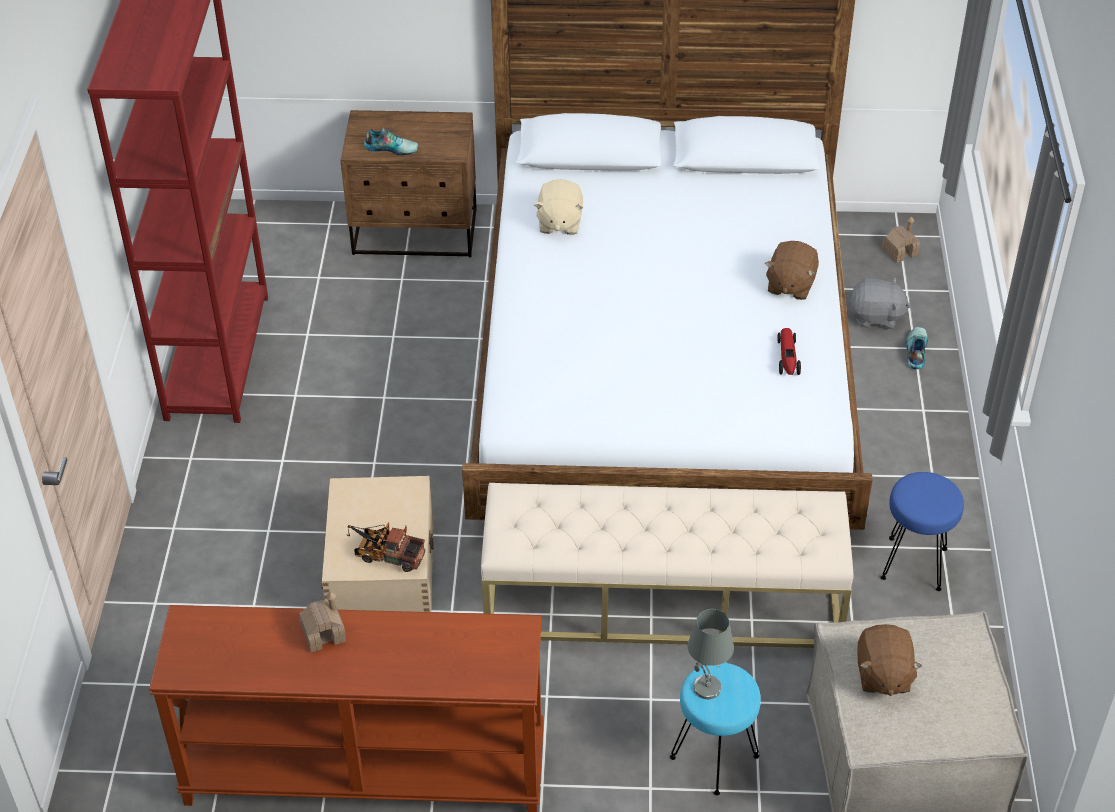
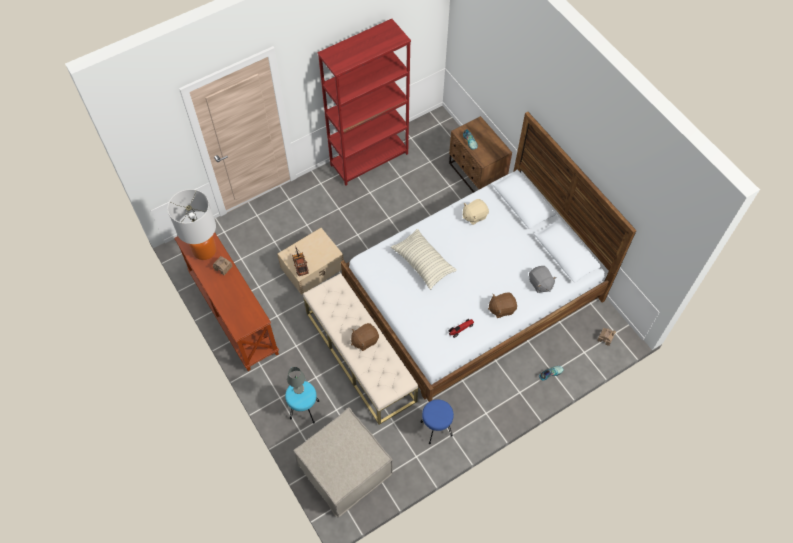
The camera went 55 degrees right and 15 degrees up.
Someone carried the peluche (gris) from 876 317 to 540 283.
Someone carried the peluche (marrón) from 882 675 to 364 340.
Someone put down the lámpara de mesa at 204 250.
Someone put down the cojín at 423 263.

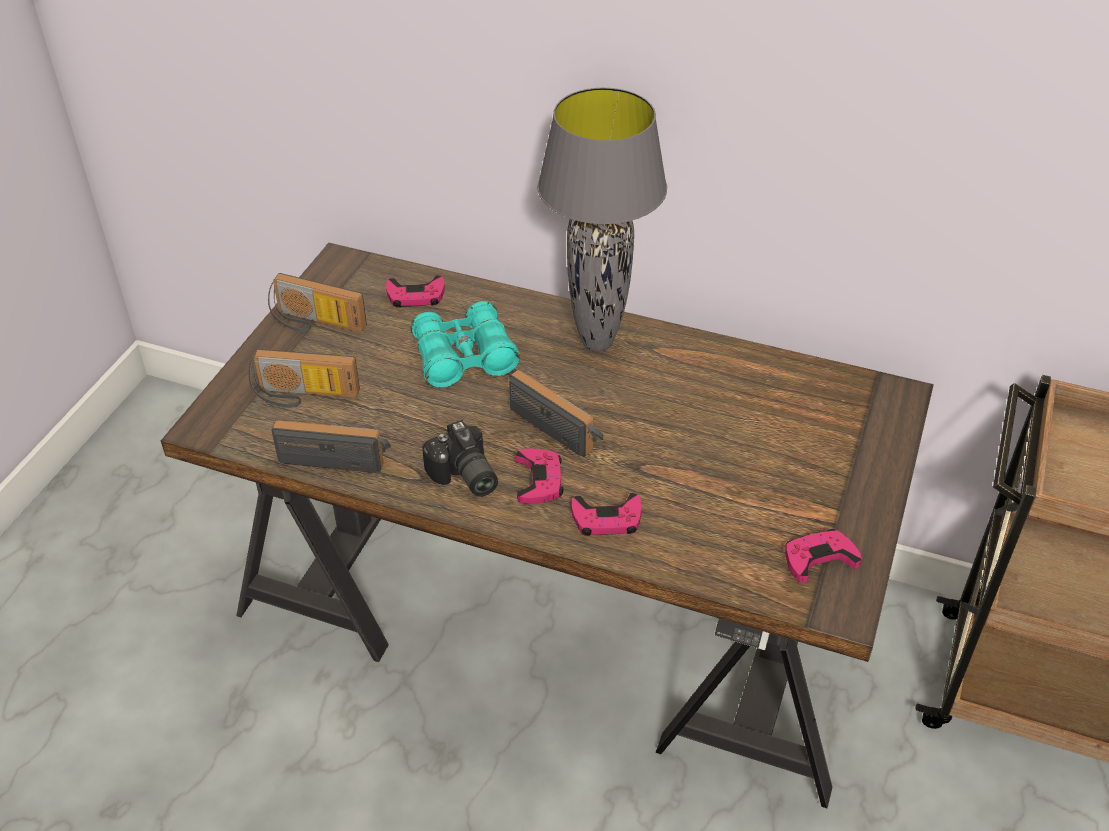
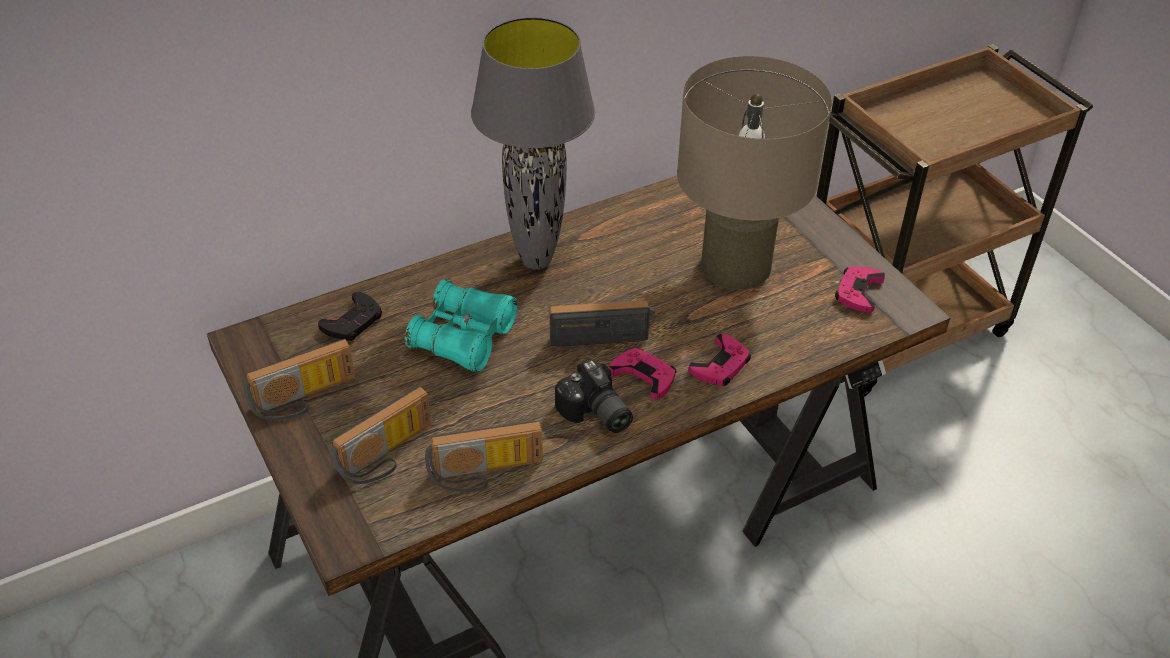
The camera went 50 degrees left and 0 degrees up.
Someone repainted the mando de consola (rosa) at 416 296, which became the mando de consola (negro) at 353 322.
Someone rotated the cámara at 463 477 by 45 degrees clockwise.
Someone rotated the radio at 337 456 by 150 degrees counterclockwise.
Someone put down the lámpara de mesa (beis) at 736 266.

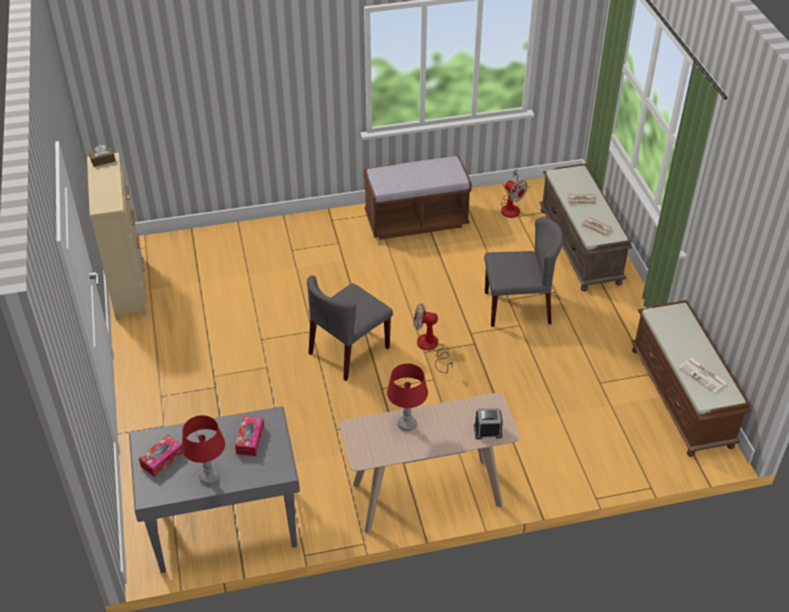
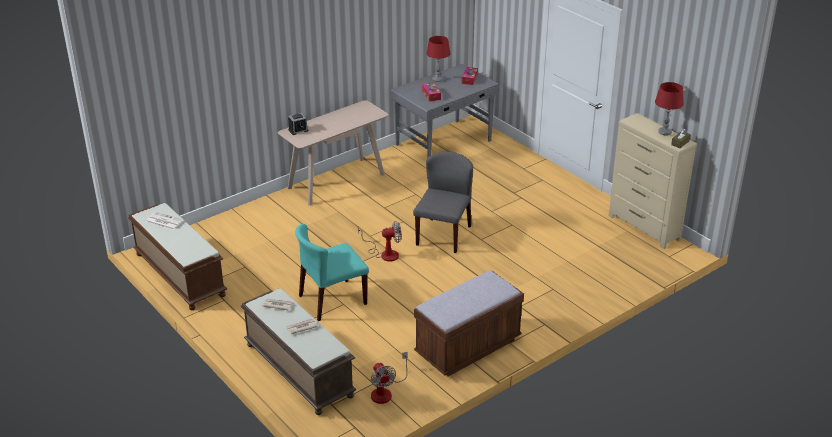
The camera went 155 degrees right and 10 degrees down.
Someone rotated the ventilador at 511 207 by 135 degrees counterclockwise.
Someone repainted the silla (gris) at 518 307, which became the silla (turquesa) at 332 300.
Someone carried the lámpara de mesa (rojo) from 407 424 to 664 132.

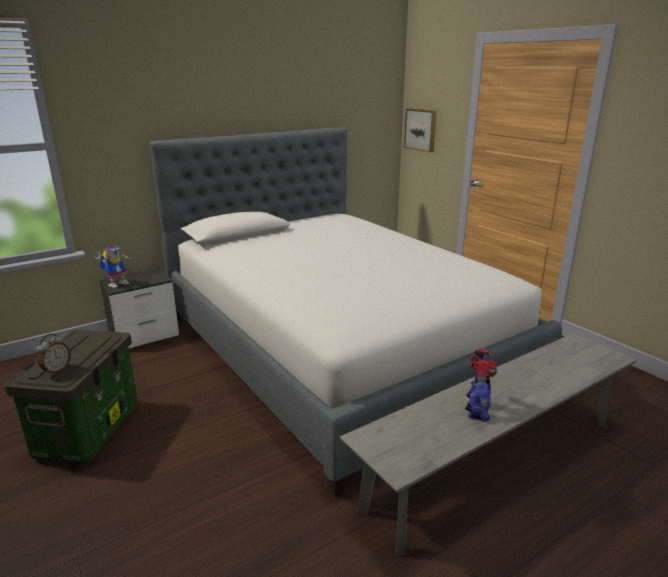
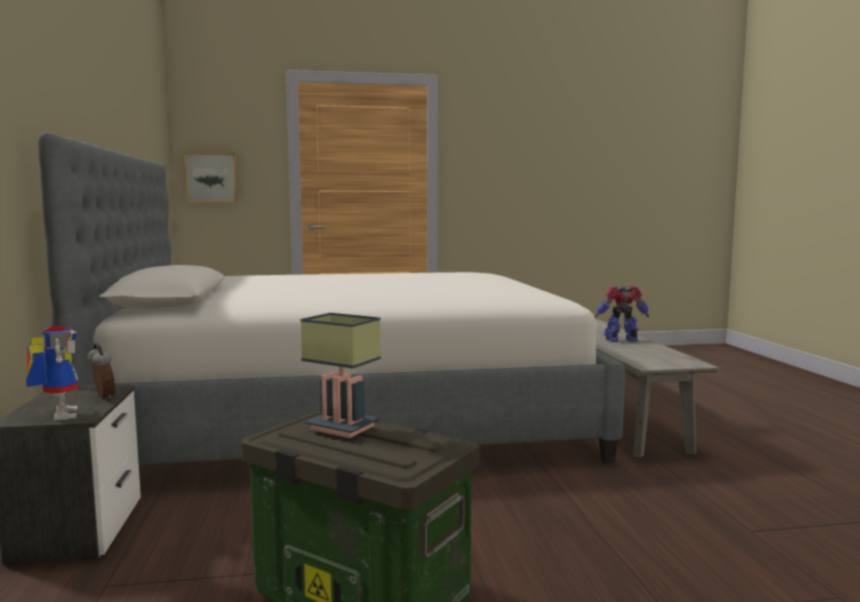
The camera went 65 degrees left and 15 degrees down.
Someone carried the despertador from 56 370 to 102 397.
Someone rotated the robot de juguete at 477 411 by 45 degrees counterclockwise.
Someone put down the lámpara de mesa at 346 427.

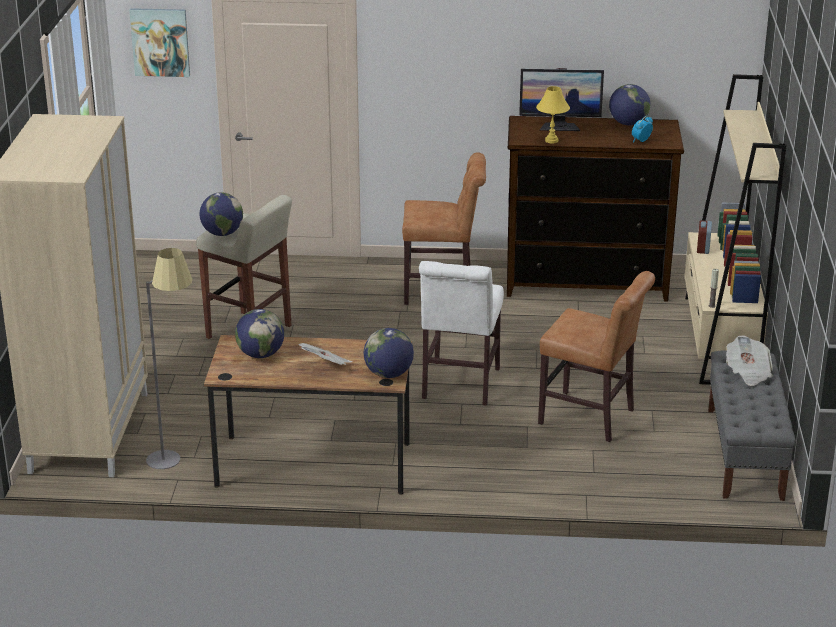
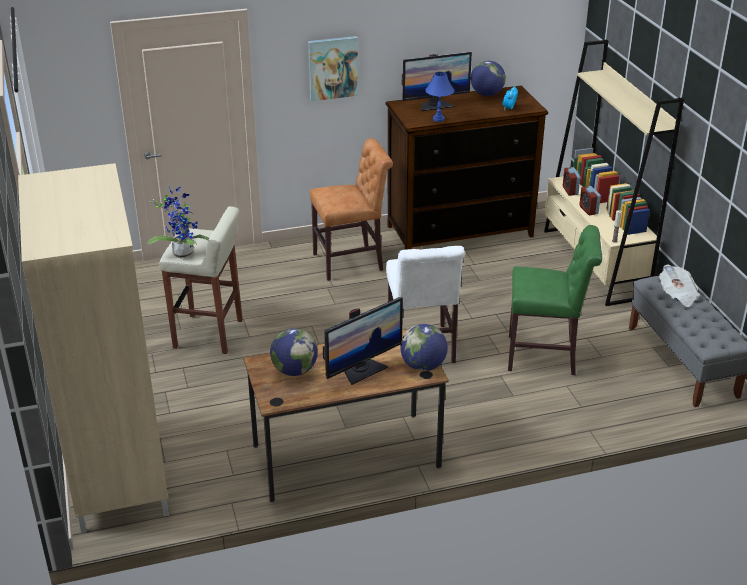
The camera went 20 degrees left and 5 degrees up.
Someone carried the cuadro from 160 42 to 333 68.
Someone repainted the lámpara de mesa (amarillo) at 551 141, which became the lámpara de mesa (azul) at 438 119.
Someone swapped the globo terráqueo at 222 233 for the planta en maceta at 182 252.
Someone took away the lámpara de pie (gris) at 177 463.
Someone repainted the silla (marrón) at 591 418, which became the silla (verde) at 546 356.
Someone swapped the periódico at 326 366 for the monitor at 362 370.
Someone put down the despertador at 588 210.

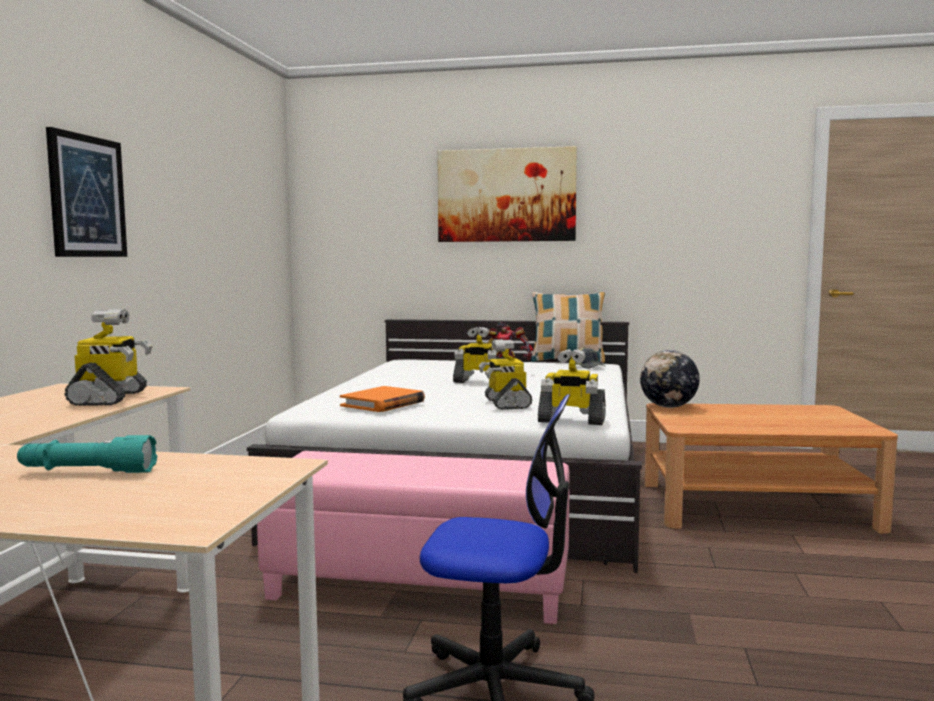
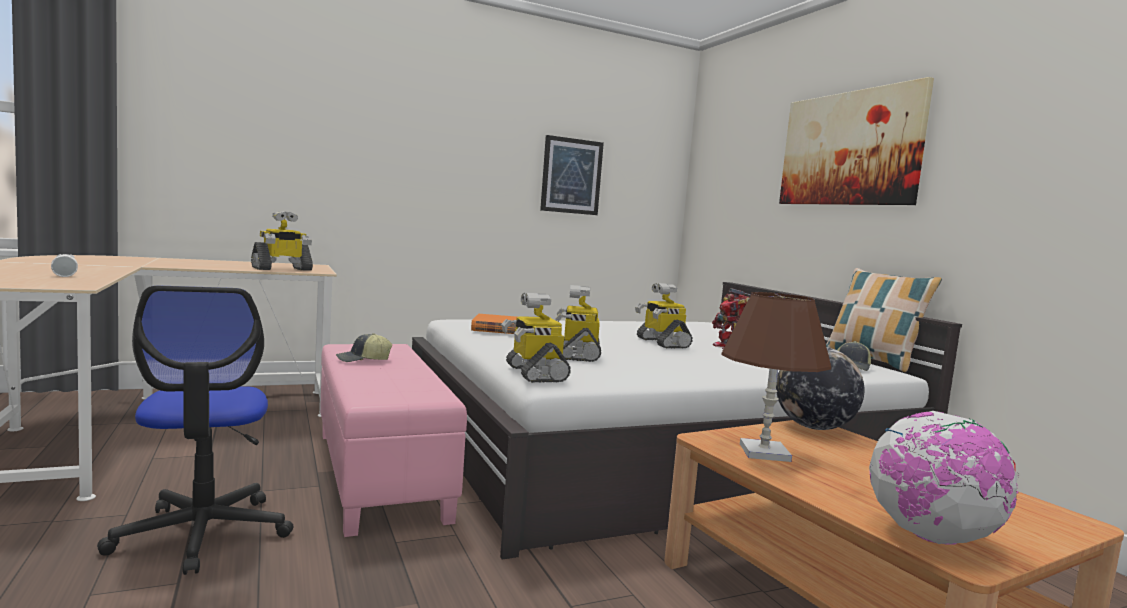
The camera went 55 degrees right and 0 degrees up.
Someone carried the cuadro from 87 196 to 571 176.
Someone rotated the robot de juguete at 506 403 by 45 degrees counterclockwise.
Someone repainted the linterna (turquesa) at 87 472, which became the linterna (blanco) at 65 273.
Someone put down the lámpara de mesa (marrón) at 764 452.
Someone put down the gorra at 363 360.
Someone put down the globo terráqueo at 931 537.

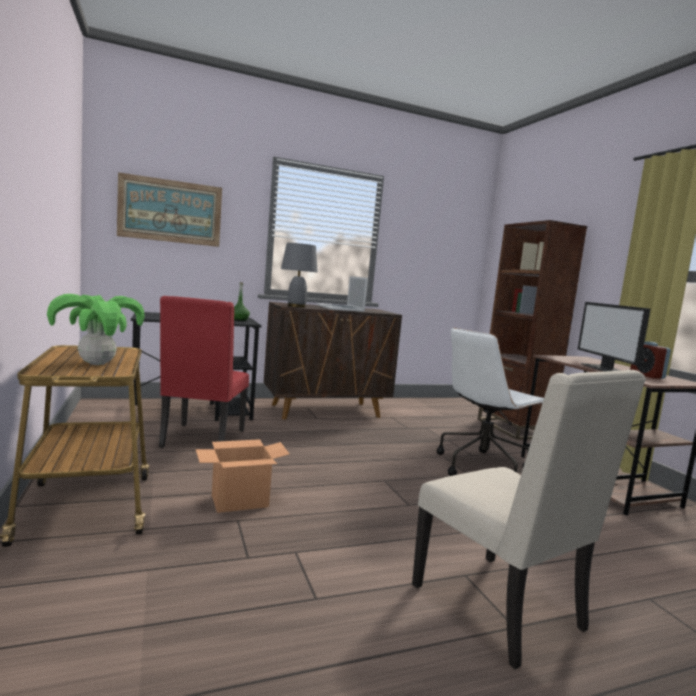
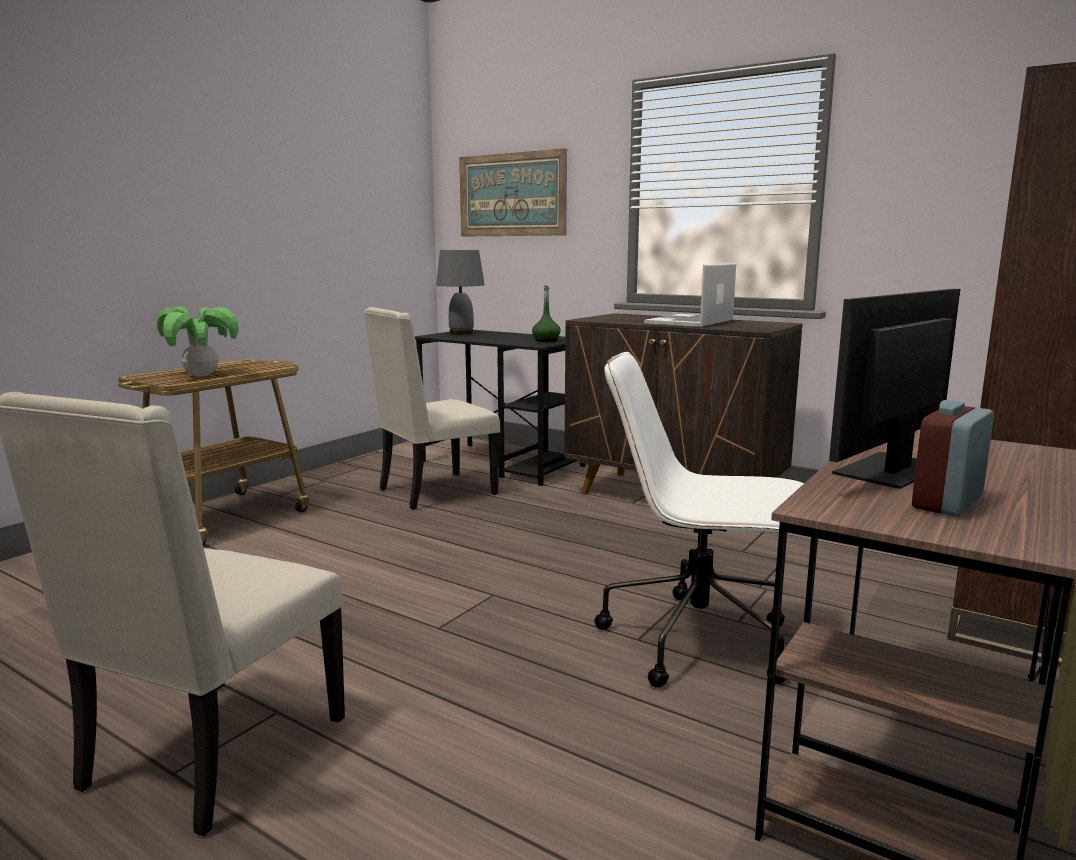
The camera went 55 degrees right and 5 degrees up.
Someone carried the lámpara de mesa (gris) from 296 306 to 462 333.
Someone repainted the silla (rojo) at 202 439, which became the silla (beis) at 434 492.
Someone took away the caja de cartón at 239 501.

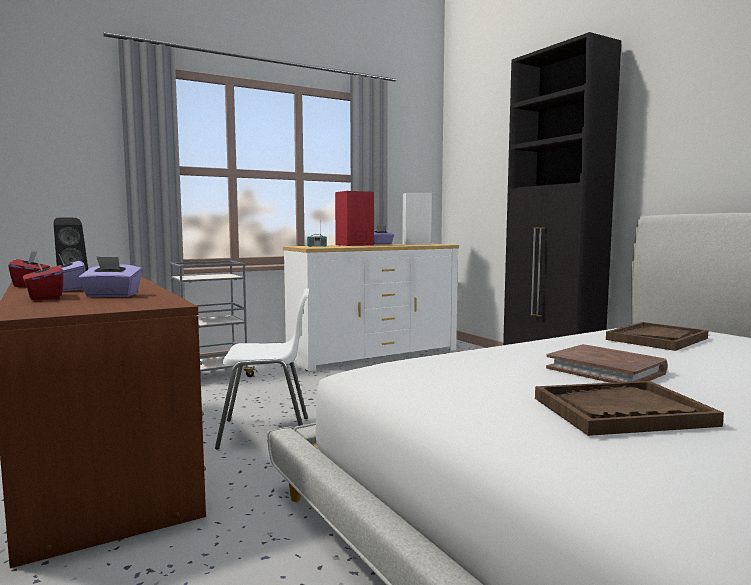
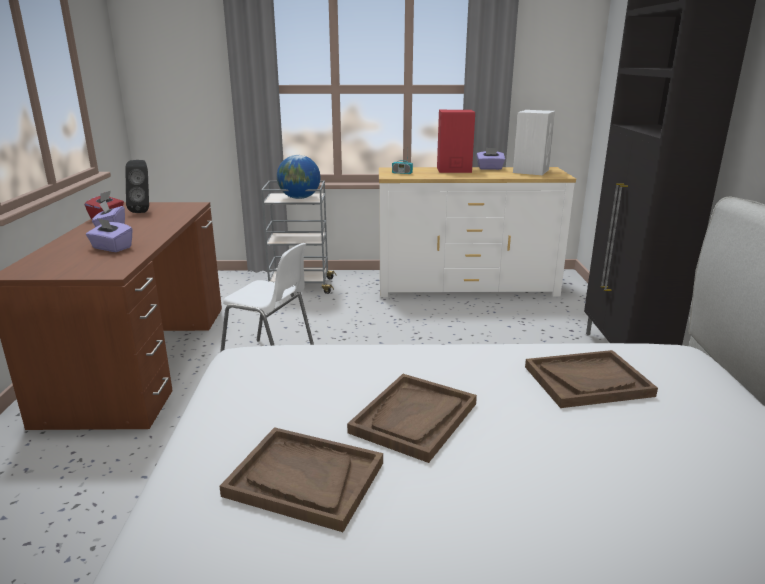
The camera went 30 degrees right and 15 degrees up.
Someone took away the caja de pañuelos (rojo) at 44 297.
Someone swapped the libro (marrón) at 606 370 for the bandeja (marrón) at 414 418.
Someone put down the globo terráqueo at 299 198.

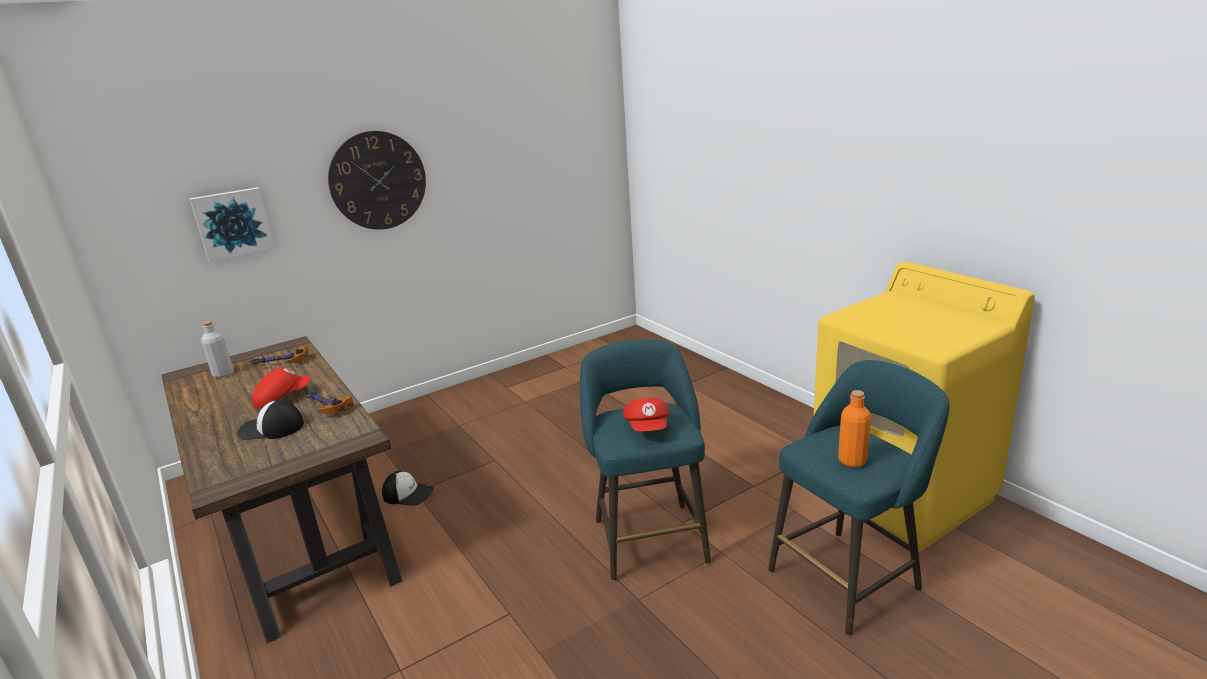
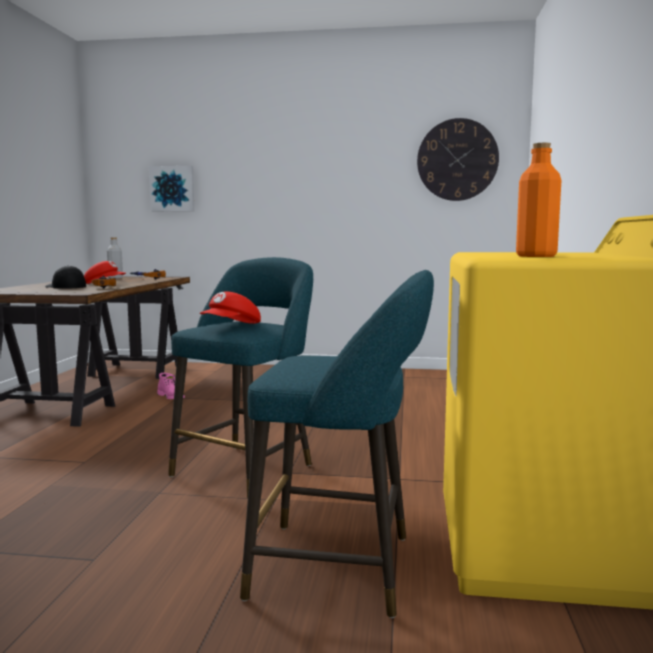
The camera went 40 degrees right and 15 degrees down.
Someone carried the reloj de pared from 378 180 to 457 160.
Someone carried the botella (naranja) from 852 461 to 536 256.
Someone swapped the gorra at 408 494 for the bota (rosa) at 171 397.

